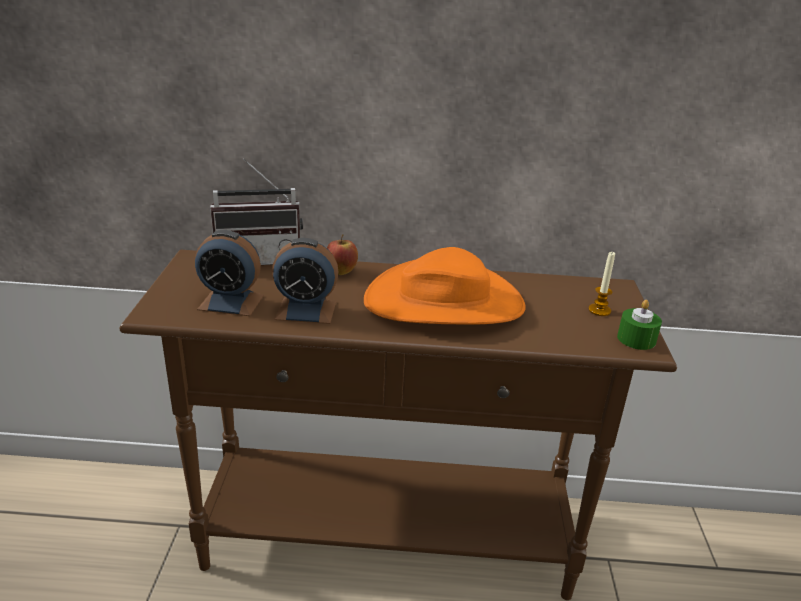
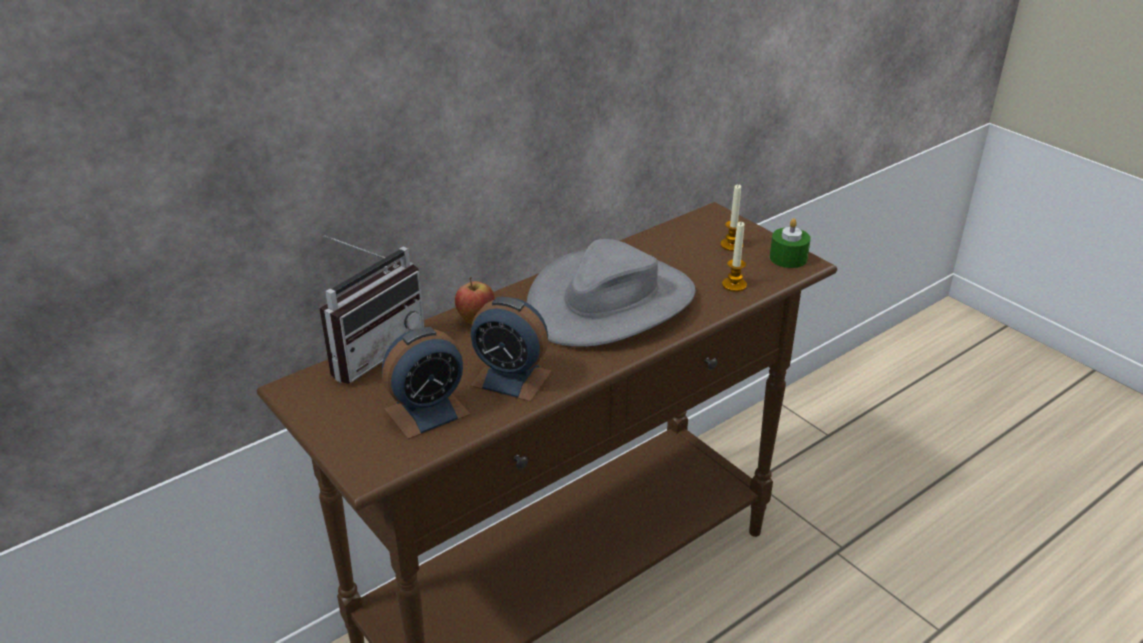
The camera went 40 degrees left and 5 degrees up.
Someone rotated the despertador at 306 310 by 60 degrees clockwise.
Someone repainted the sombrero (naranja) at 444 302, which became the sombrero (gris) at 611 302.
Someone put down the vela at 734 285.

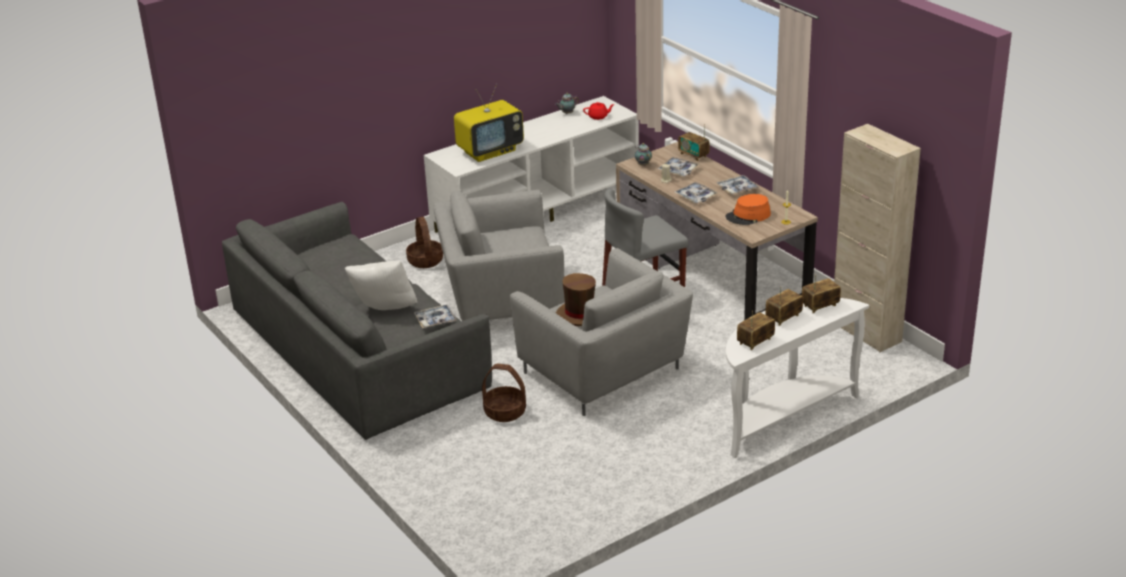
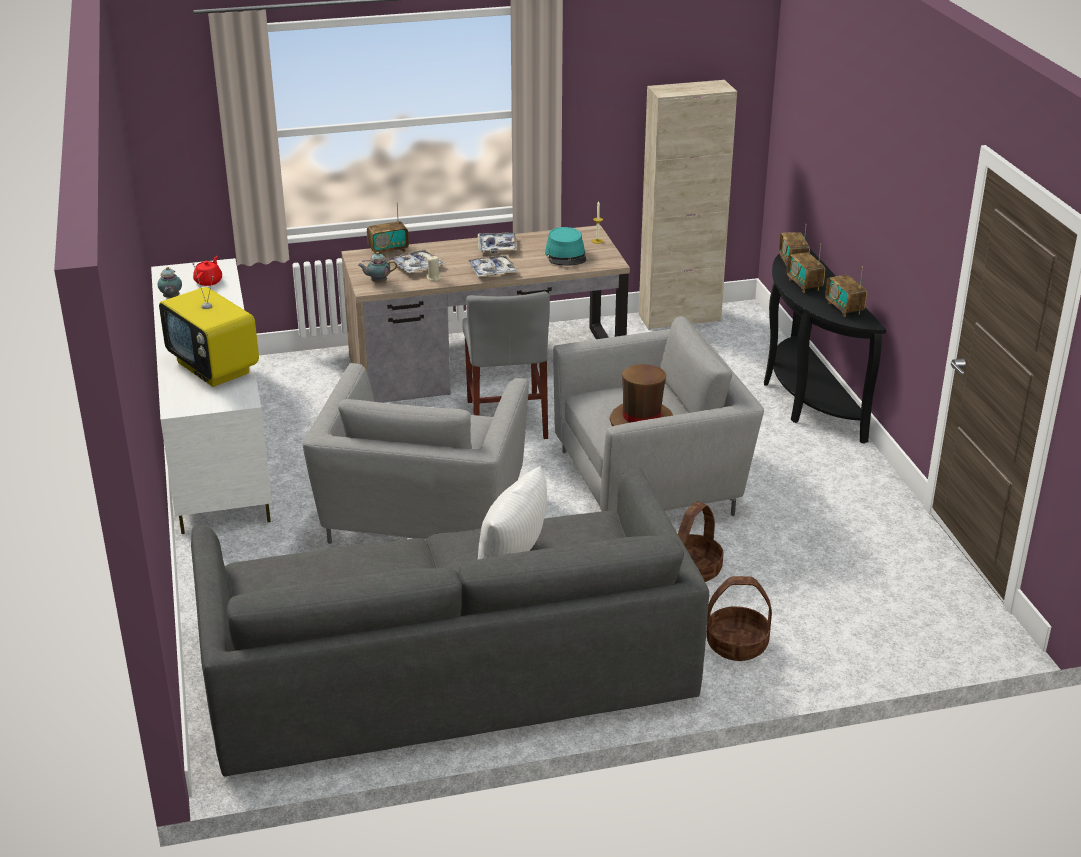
The camera went 70 degrees left and 0 degrees up.
Someone rotated the televisor at 490 151 by 150 degrees clockwise.
Someone repainted the sombrero (naranja) at 748 216, which became the sombrero (turquesa) at 566 255.
Someone carried the cesta from 425 260 to 736 645.
Someone repainted the mesa consola (blanco) at 782 417, which became the mesa consola (negro) at 805 398.
Someone took away the bandeja at 435 320.

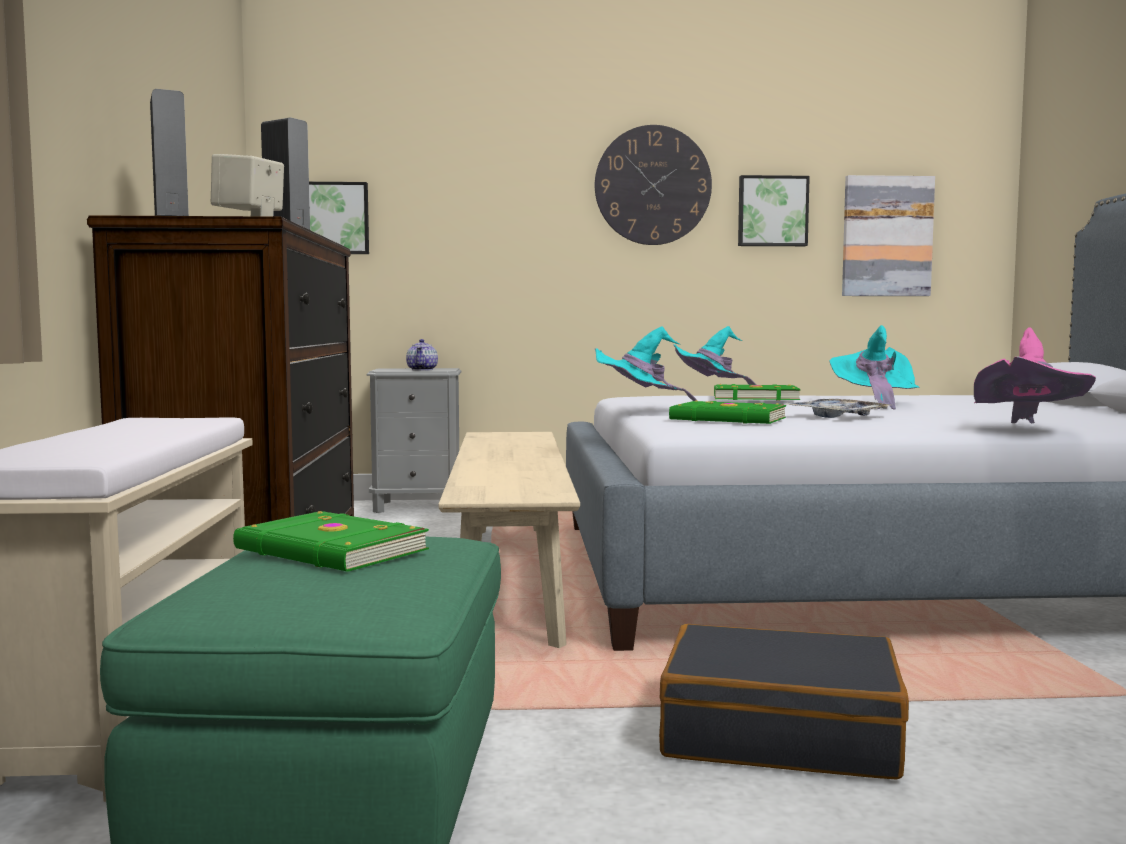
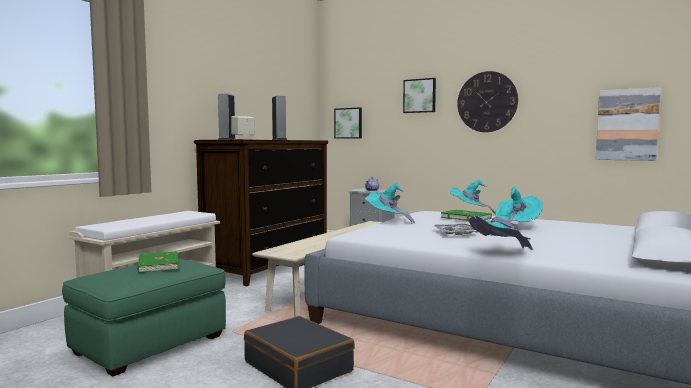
The camera went 35 degrees right and 0 degrees up.
Someone carried the cuadro from 772 211 to 420 96.
Someone repainted the sombrero (rosa) at 1027 430, which became the sombrero (turquesa) at 502 253.
Someone took away the libro (verde) at 728 419.

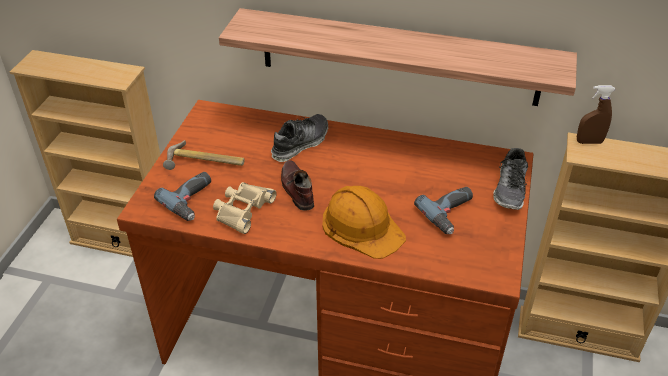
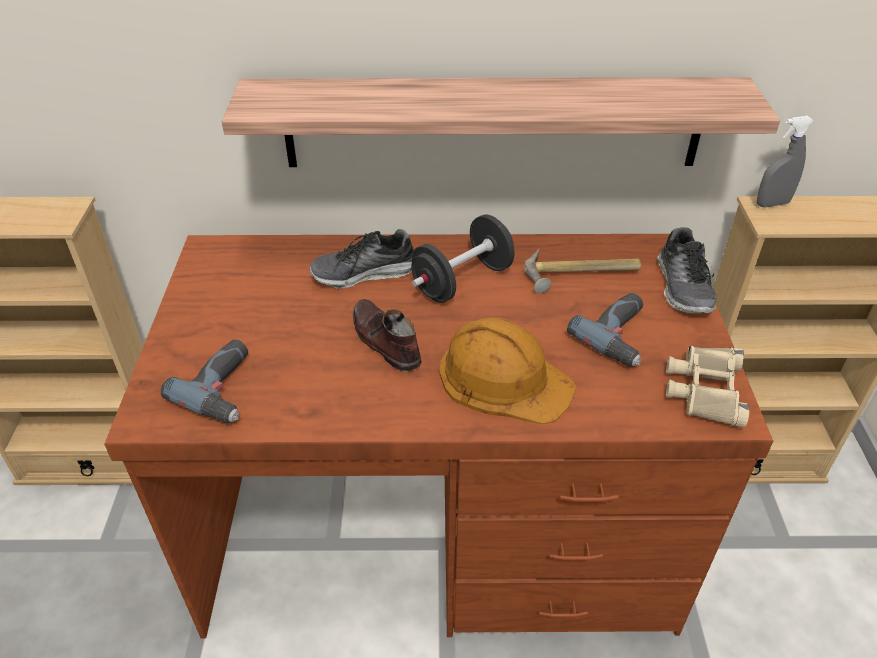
The camera went 15 degrees left and 0 degrees up.
Someone repainted the pulverizador (marrón) at 589 142, which became the pulverizador (gris) at 772 204.
Someone rotated the zapato at 300 143 by 135 degrees counterclockwise.
Someone carried the martillo from 204 163 to 582 275.
Someone carried the prismáticos (beis) from 242 210 to 704 389.
Someone put down the mancuerna (negro) at 462 281.

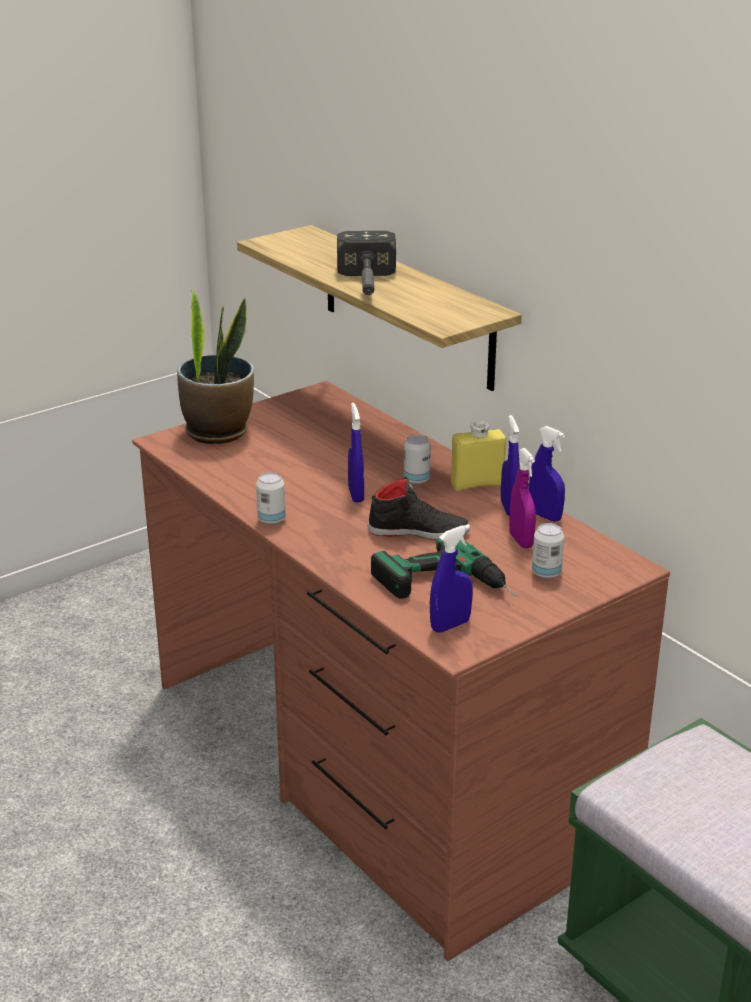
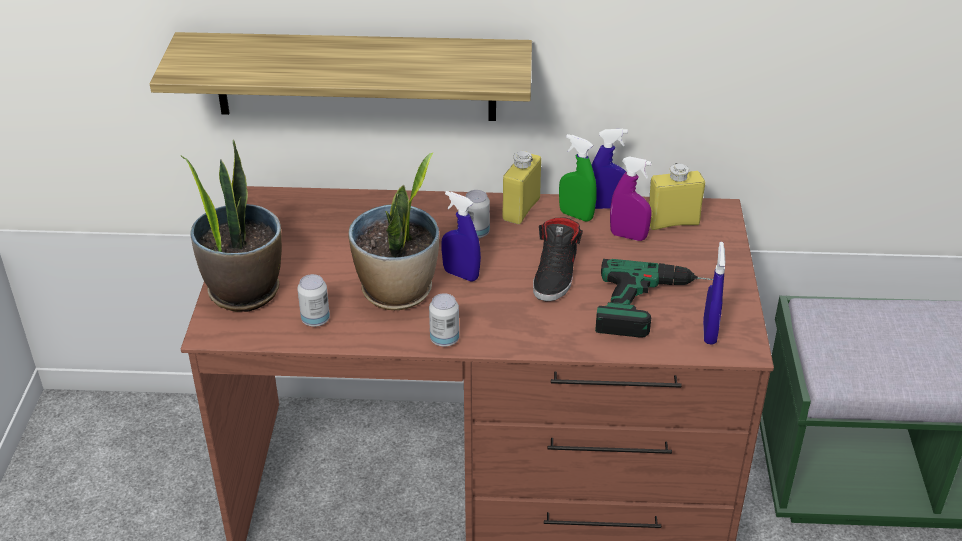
The camera went 50 degrees left and 10 degrees up.
Someone took away the martillo at 367 287.
Someone repainted the pulverizador (azul) at 509 508, which became the pulverizador (verde) at 576 215.
Someone rotated the zapato (negro) at 418 531 by 150 degrees clockwise.
Someone carried the lata from 546 573 to 315 320.
Someone put down the planta en maceta at 398 291.
Someone put down the botella (amarillo) at 673 222.

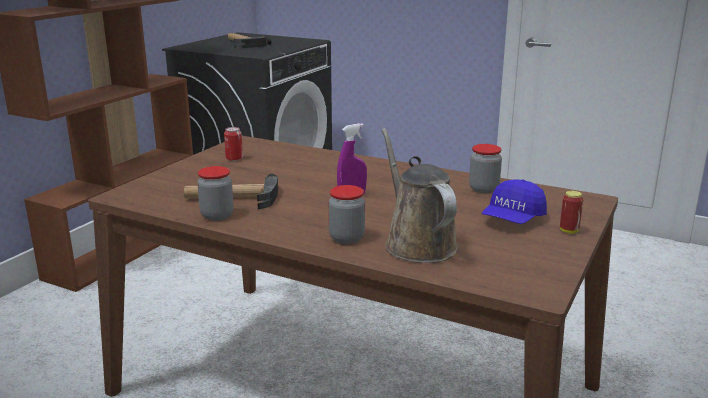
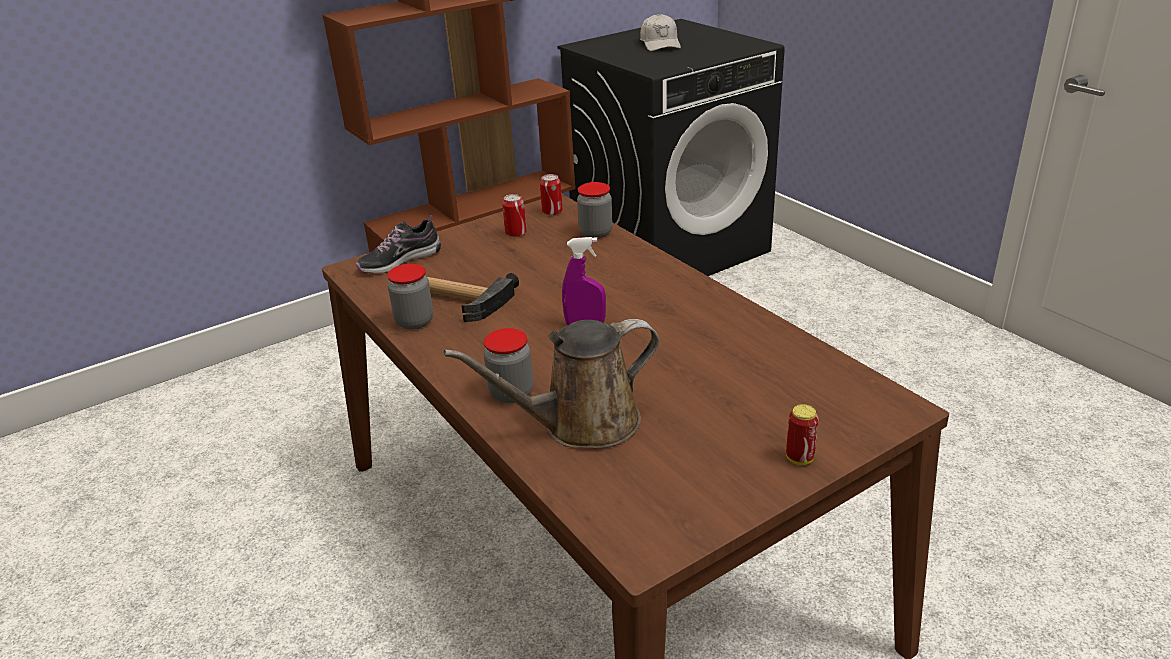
The camera went 30 degrees right and 10 degrees up.
Someone swapped the martillo at 242 44 for the gorra (blanco) at 660 44.
Someone rotated the regadera (marrón) at 417 243 by 120 degrees counterclockwise.
Someone carried the tarro from 483 189 to 595 233.
Someone took away the gorra (azul) at 513 219.
Someone put down the lata at 552 212.
Someone put down the zapato at 400 261.

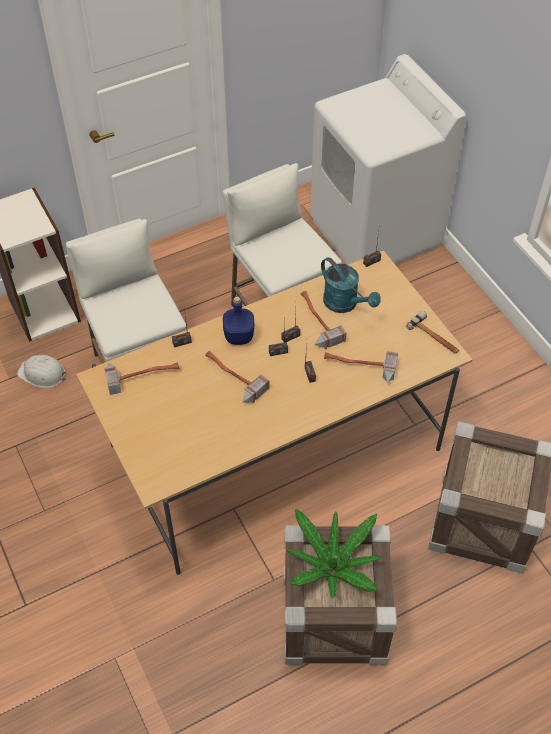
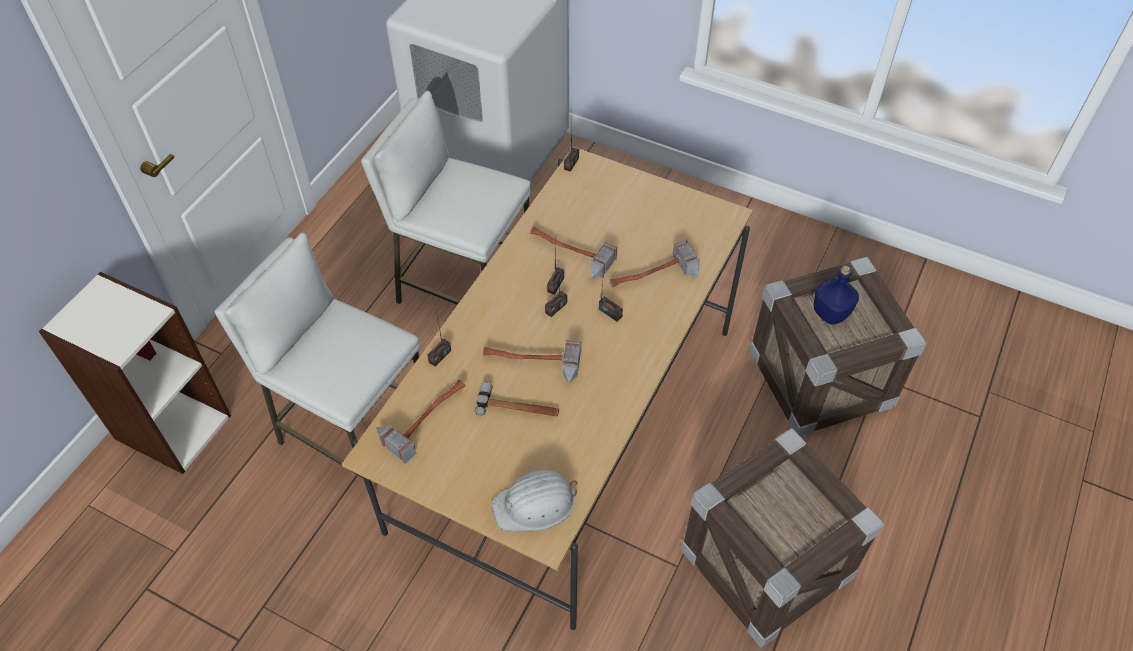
The camera went 35 degrees left and 0 degrees up.
Someone took away the regadera (turquesa) at 345 304.
Someone carried the botella (azul) from 239 336 to 830 313.
Someone carried the martillo from 434 337 to 518 407.
Someone carried the casco (blanco) from 42 374 to 535 504.
Someone took away the planta en maceta at 333 567.

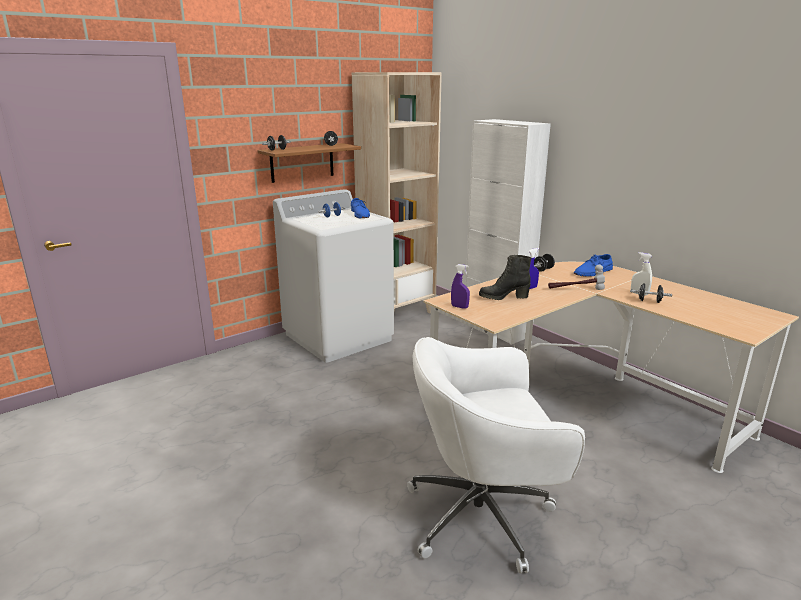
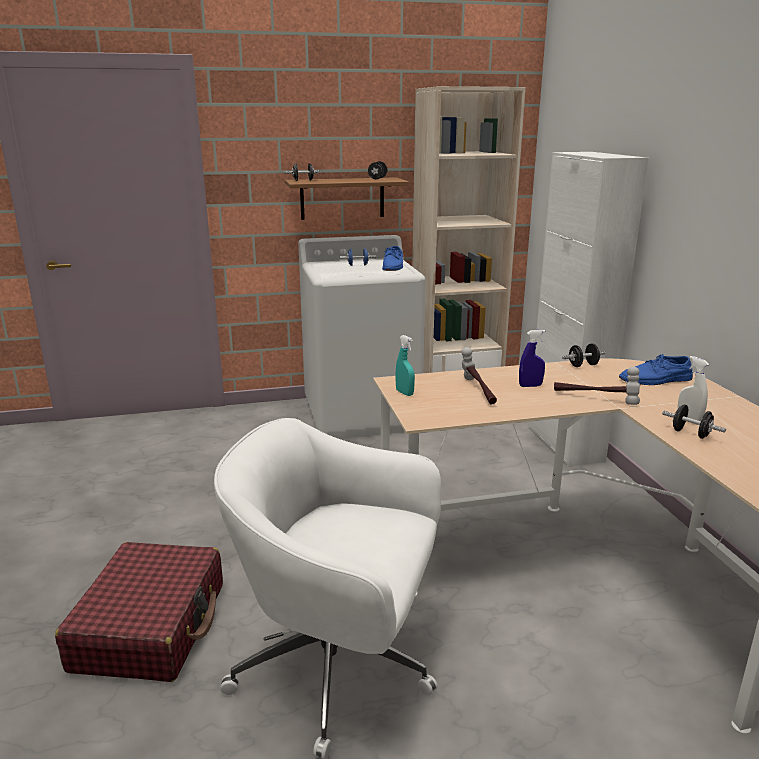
The camera went 25 degrees right and 0 degrees up.
Someone swapped the bota (negro) at 503 297 for the martillo at 478 391.
Someone repainted the pulverizador (morado) at 459 307, which became the pulverizador (turquesa) at 404 393.
Someone put down the maleta (rojo) at 151 626.

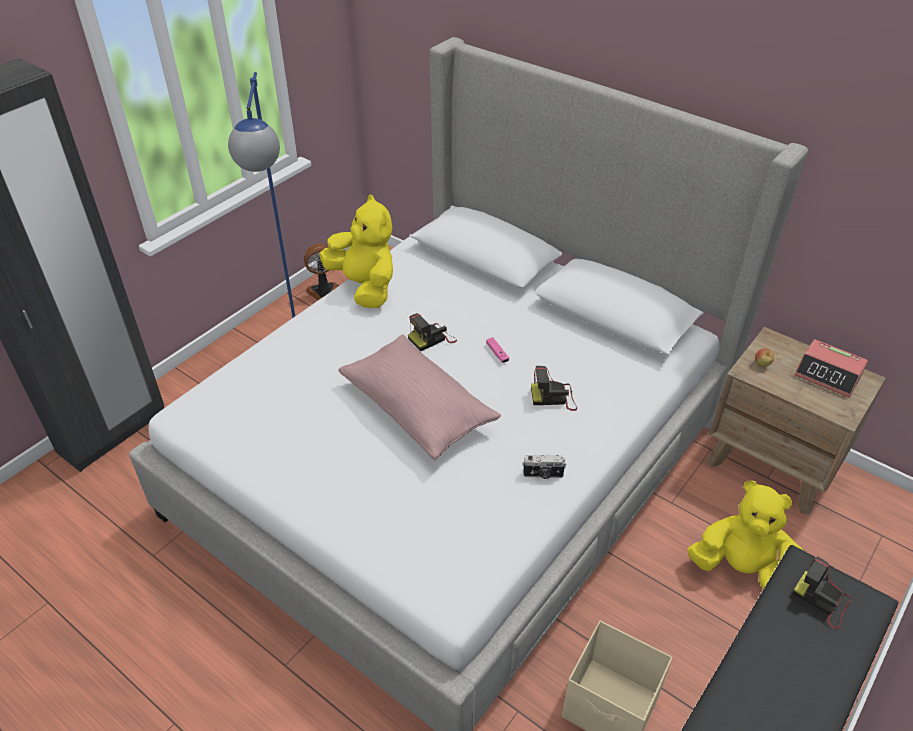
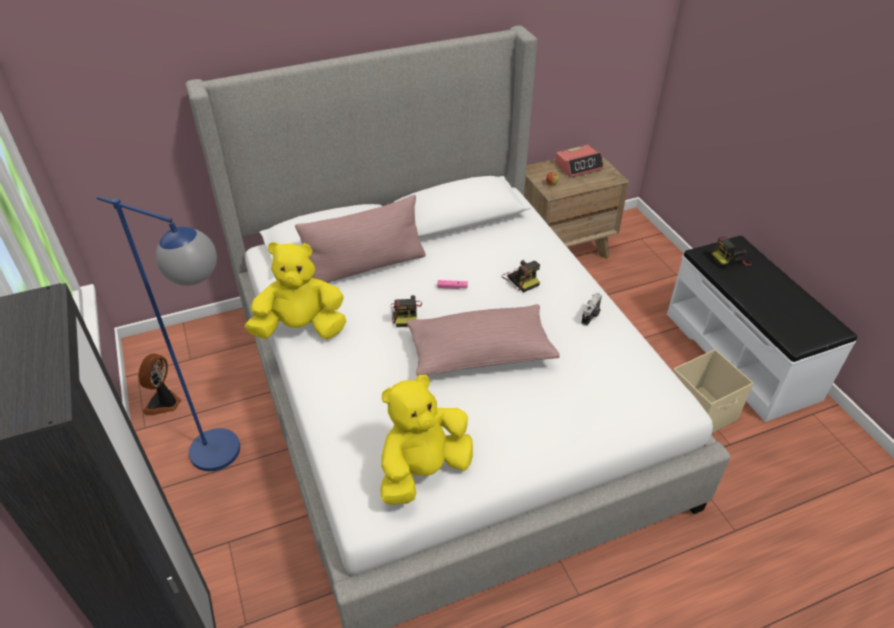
The camera went 60 degrees left and 0 degrees up.
Someone rotated the cámara at 554 397 by 60 degrees counterclockwise.
Someone carried the peluche (amarillo) from 740 568 to 423 471.
Someone put down the cojín (rosa) at 366 267.

